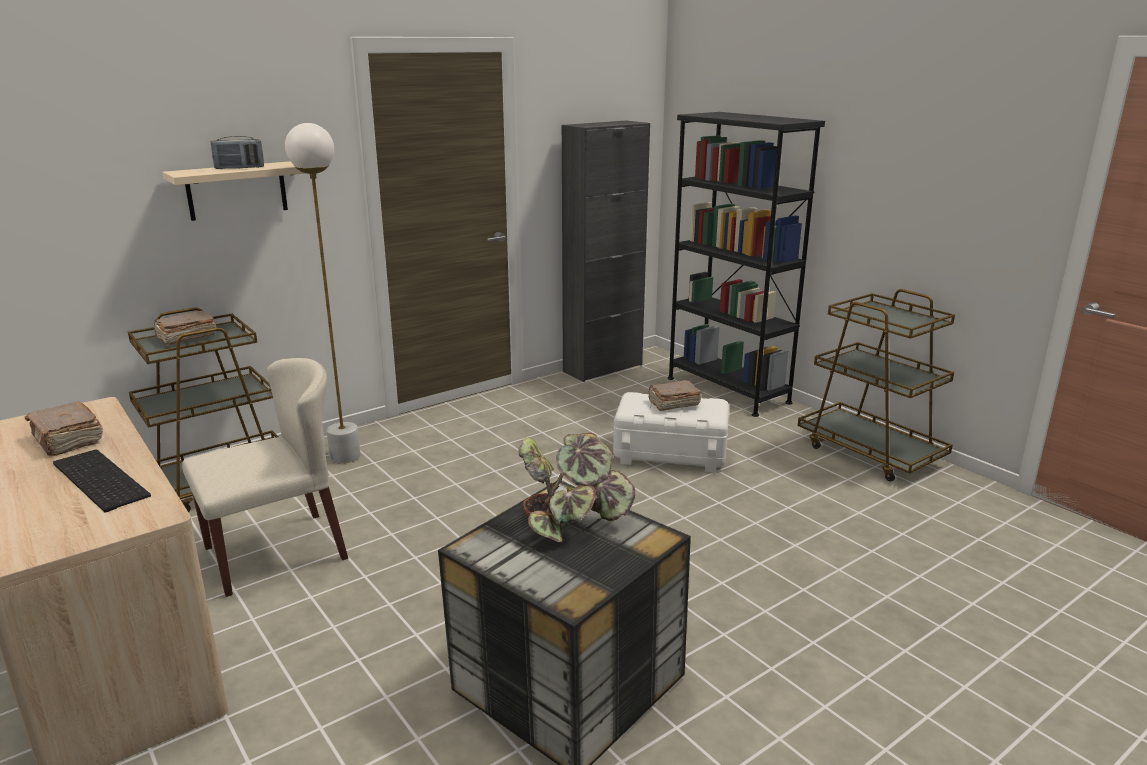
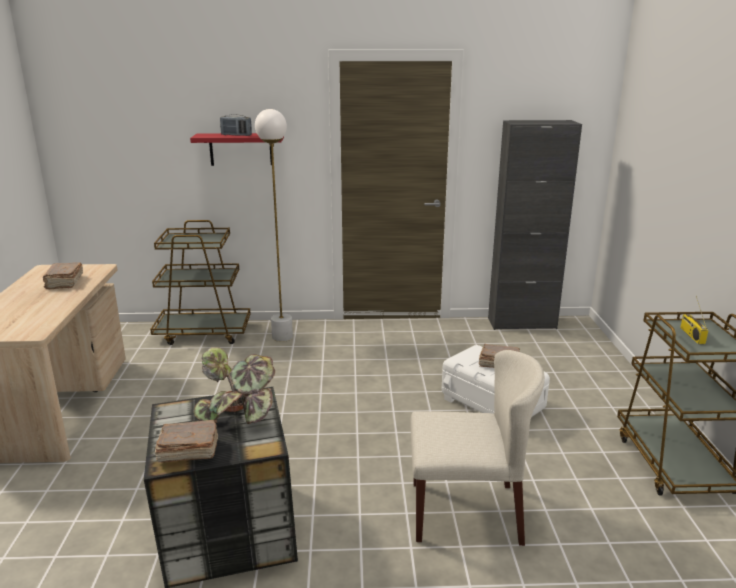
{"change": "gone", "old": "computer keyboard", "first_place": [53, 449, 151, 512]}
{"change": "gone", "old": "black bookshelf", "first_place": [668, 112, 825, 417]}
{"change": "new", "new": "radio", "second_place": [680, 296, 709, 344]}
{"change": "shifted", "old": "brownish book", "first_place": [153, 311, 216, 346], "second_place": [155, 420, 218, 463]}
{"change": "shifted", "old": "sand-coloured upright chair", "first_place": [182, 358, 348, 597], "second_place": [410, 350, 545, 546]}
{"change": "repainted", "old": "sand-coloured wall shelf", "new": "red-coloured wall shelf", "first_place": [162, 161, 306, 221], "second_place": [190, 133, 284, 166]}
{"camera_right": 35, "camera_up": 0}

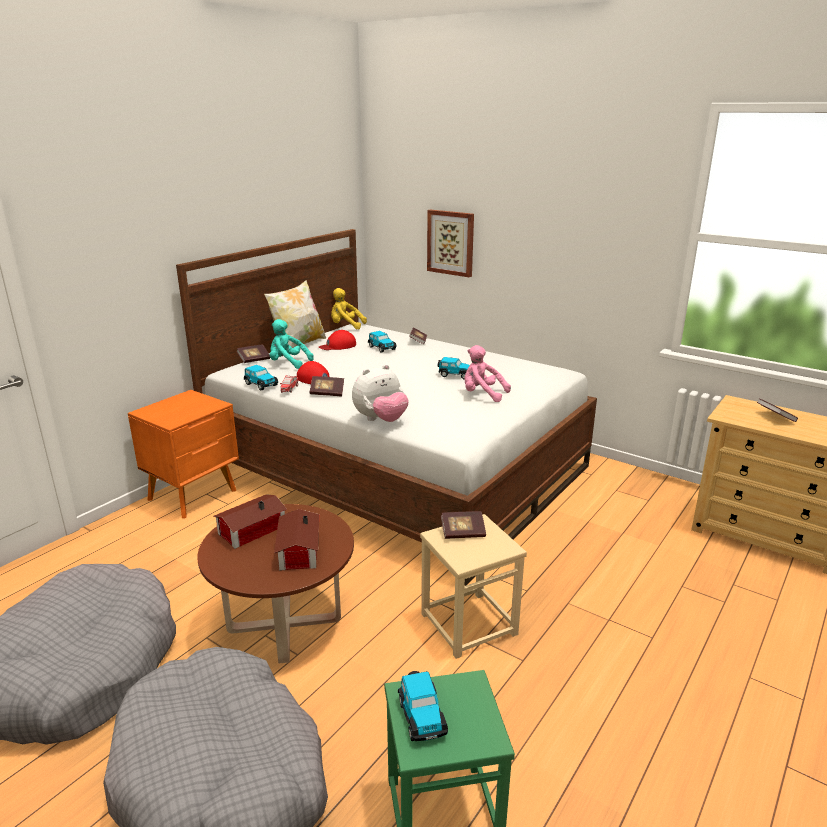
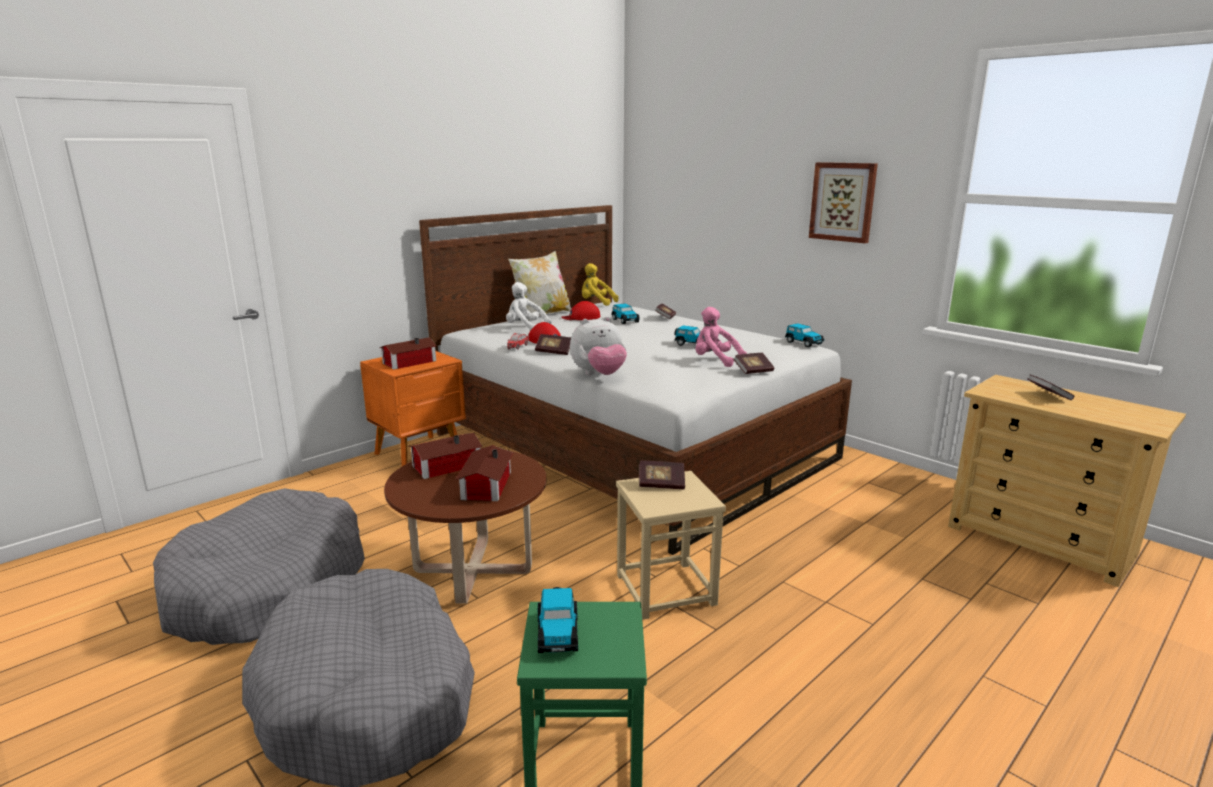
{"change": "new", "new": "miniature house", "second_place": [380, 337, 437, 370]}
{"change": "shifted", "old": "book", "first_place": [236, 344, 270, 363], "second_place": [734, 353, 775, 374]}
{"change": "shifted", "old": "toy car", "first_place": [244, 365, 278, 390], "second_place": [785, 323, 824, 347]}
{"change": "shifted", "old": "wall art", "first_place": [427, 209, 474, 277], "second_place": [809, 162, 878, 243]}
{"change": "repainted", "old": "turquoise cuddly toy", "new": "white cuddly toy", "first_place": [270, 319, 314, 369], "second_place": [506, 282, 552, 330]}
{"camera_right": 10, "camera_up": -5}

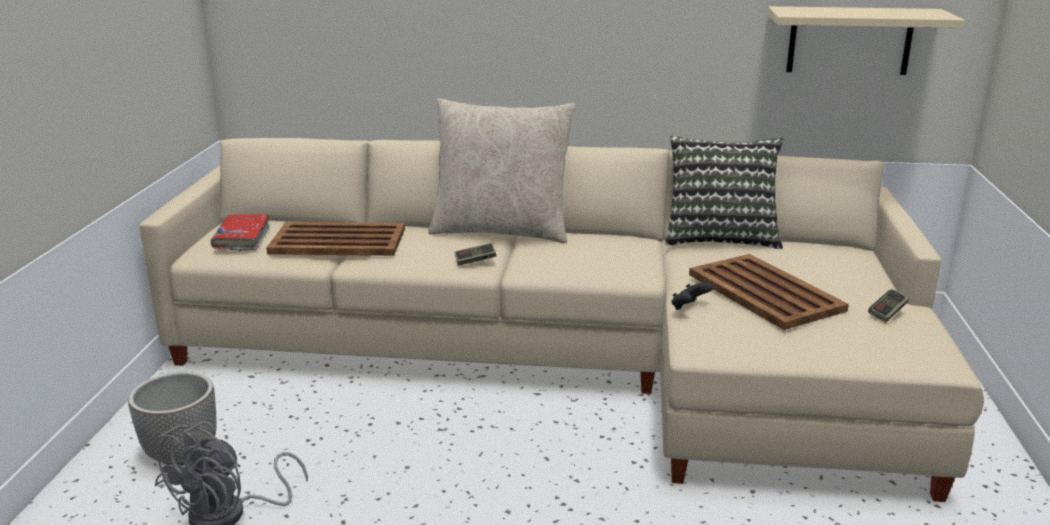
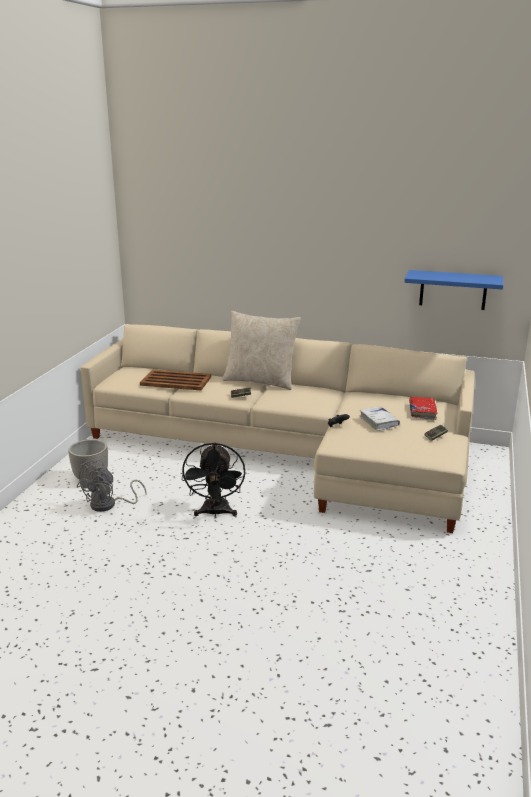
{"change": "gone", "old": "pillow", "first_place": [665, 136, 783, 249]}
{"change": "new", "new": "black electric fan", "second_place": [182, 442, 245, 518]}
{"change": "shifted", "old": "red-coloured book", "first_place": [211, 214, 270, 251], "second_place": [409, 397, 437, 420]}
{"change": "swapped", "old": "brownish serving tray", "new": "white book", "first_place": [689, 254, 849, 330], "second_place": [360, 406, 400, 431]}
{"change": "repainted", "old": "sand-coloured wall shelf", "new": "blue wall shelf", "first_place": [768, 6, 965, 75], "second_place": [404, 270, 503, 310]}
{"camera_right": 10, "camera_up": 0}

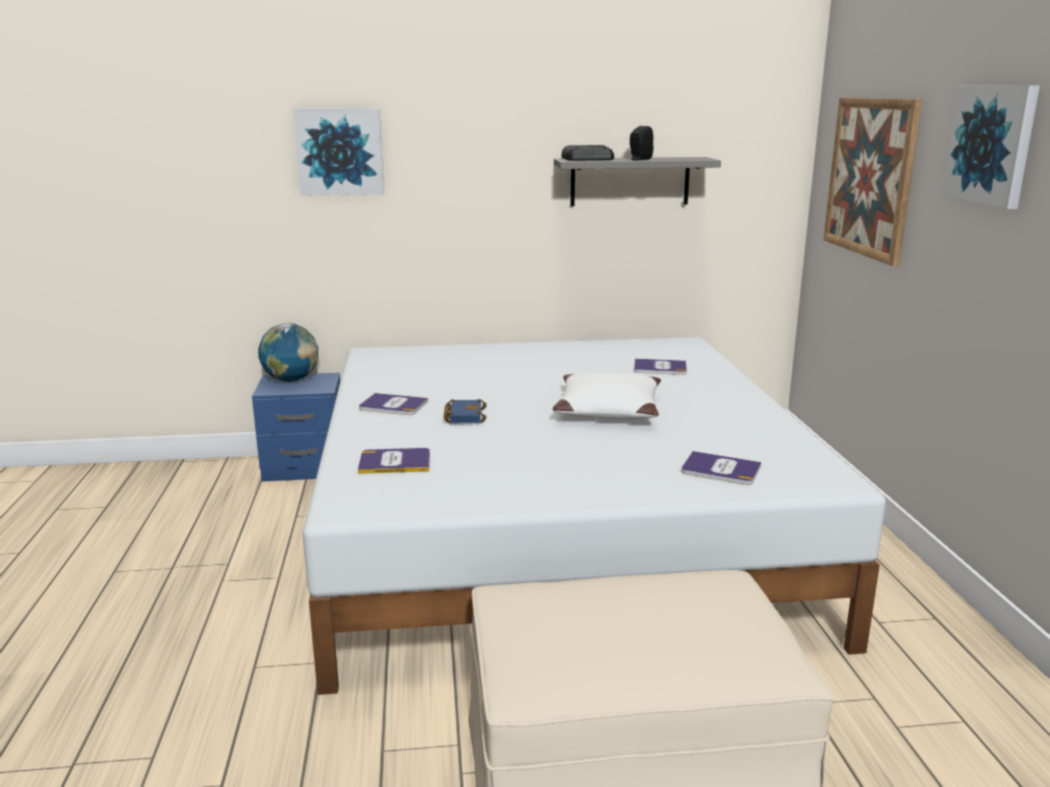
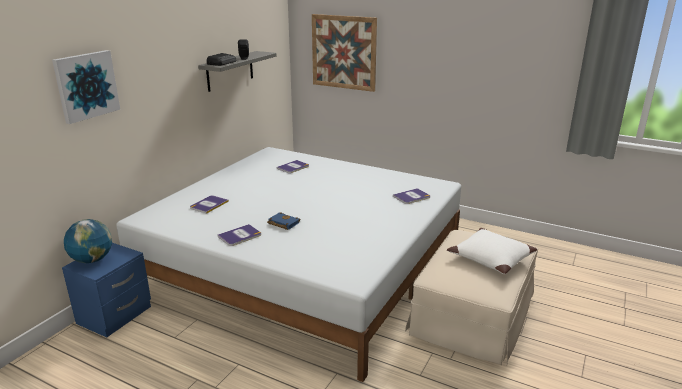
{"change": "gone", "old": "wall art", "first_place": [942, 85, 1040, 209]}
{"change": "shifted", "old": "book", "first_place": [358, 448, 430, 474], "second_place": [190, 195, 229, 214]}
{"change": "shifted", "old": "white pillow", "first_place": [553, 373, 661, 420], "second_place": [447, 228, 538, 274]}
{"camera_right": -55, "camera_up": 5}

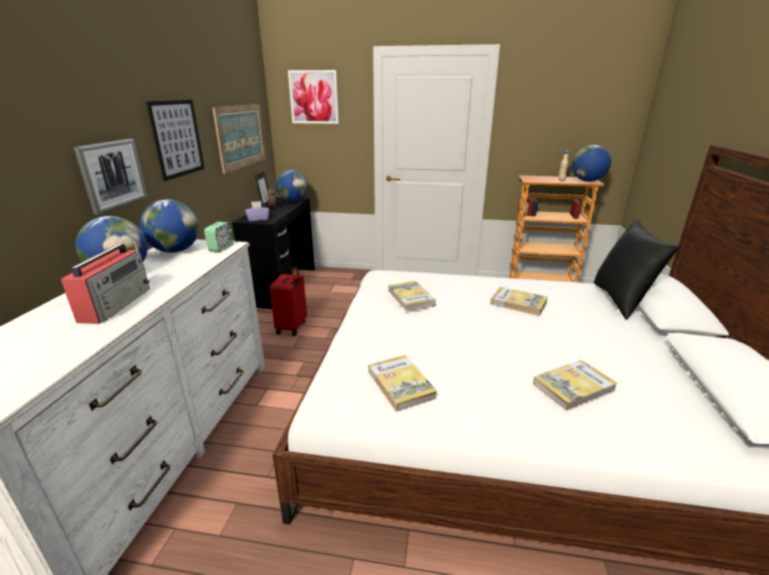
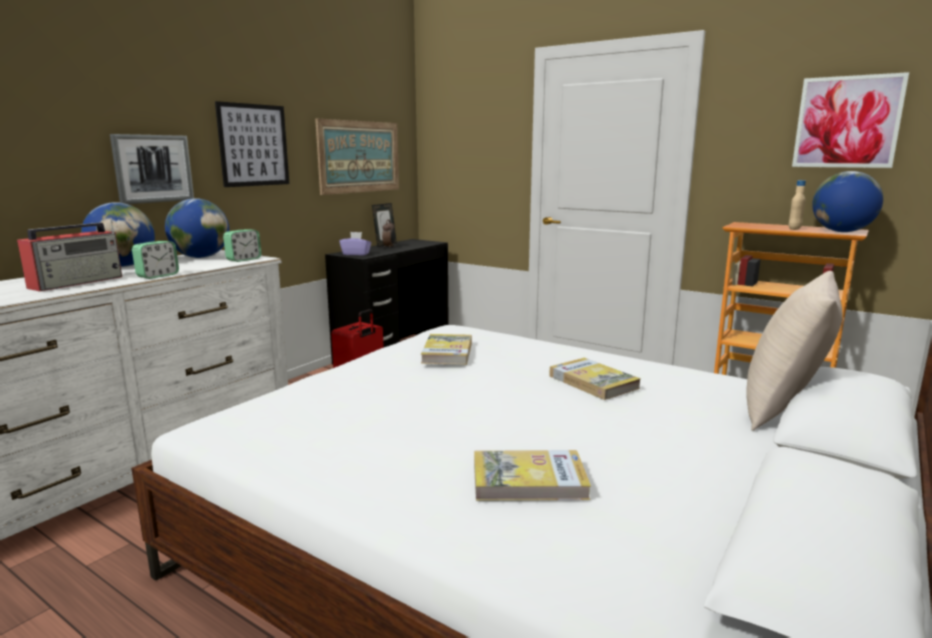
{"change": "gone", "old": "desk globe", "first_place": [276, 170, 308, 202]}
{"change": "gone", "old": "book", "first_place": [368, 355, 437, 412]}
{"change": "new", "new": "bedside clock", "second_place": [132, 241, 179, 279]}
{"change": "shifted", "old": "wall art", "first_place": [288, 70, 339, 124], "second_place": [792, 72, 909, 168]}
{"change": "repainted", "old": "black pillow", "new": "sand-coloured pillow", "first_place": [594, 219, 680, 320], "second_place": [746, 271, 843, 431]}
{"camera_right": 25, "camera_up": -10}

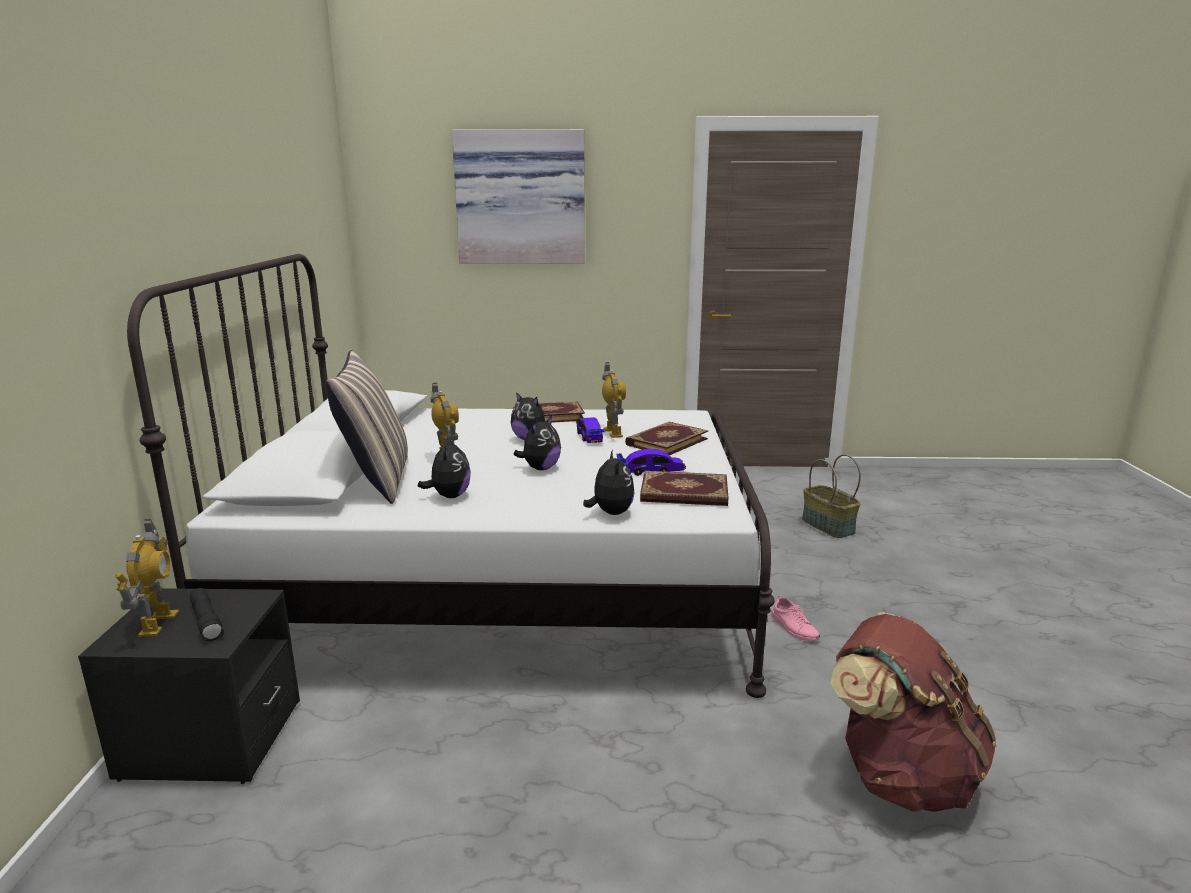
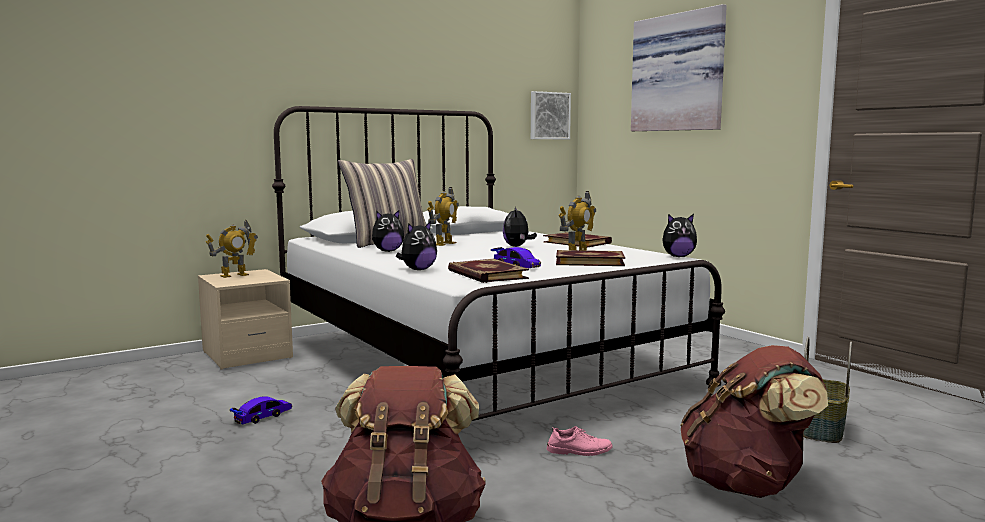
{"change": "gone", "old": "black flashlight", "first_place": [190, 588, 224, 641]}
{"change": "new", "new": "wall art", "second_place": [531, 91, 571, 139]}
{"change": "new", "new": "brownish knapsack", "second_place": [680, 345, 828, 498]}
{"change": "shifted", "old": "cuddly toy", "first_place": [513, 415, 561, 470], "second_place": [662, 214, 697, 257]}
{"change": "shifted", "old": "toy car", "first_place": [576, 417, 604, 443], "second_place": [230, 396, 292, 424]}
{"change": "repainted", "old": "black nightstand", "new": "sand-coloured nightstand", "first_place": [78, 588, 300, 784], "second_place": [198, 269, 293, 369]}
{"change": "rotated", "old": "pink low shoe", "first_place": [771, 595, 820, 641], "second_place": [547, 426, 613, 456], "degrees": -120}
{"camera_right": 55, "camera_up": -10}

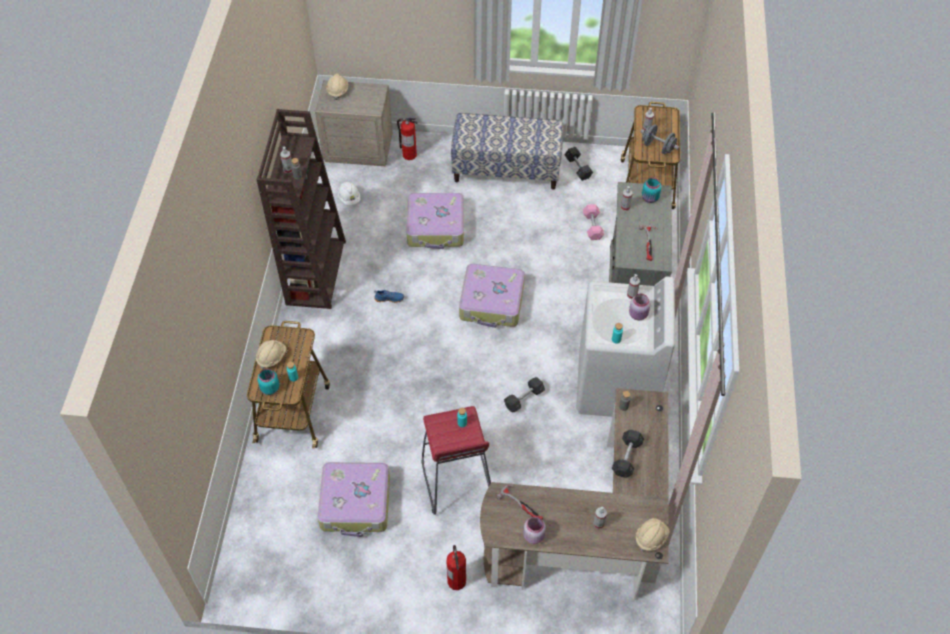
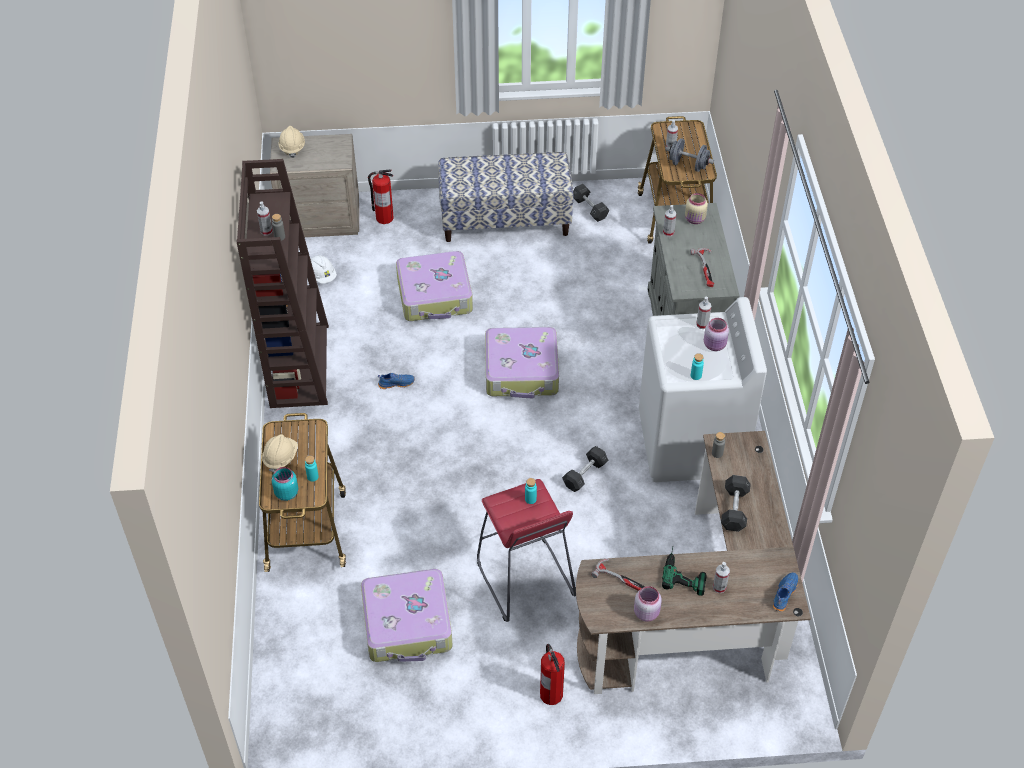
{"change": "gone", "old": "pink free weight", "first_place": [583, 204, 604, 240]}
{"change": "new", "new": "electric drill", "second_place": [662, 547, 707, 596]}
{"change": "swapped", "old": "sand-coloured work helmet", "new": "blue low shoe", "first_place": [636, 518, 670, 552], "second_place": [773, 572, 798, 611]}
{"change": "repainted", "old": "turquoise preserve jar", "new": "sand-coloured preserve jar", "first_place": [642, 177, 661, 203], "second_place": [685, 193, 708, 224]}
{"camera_right": -10, "camera_up": -5}

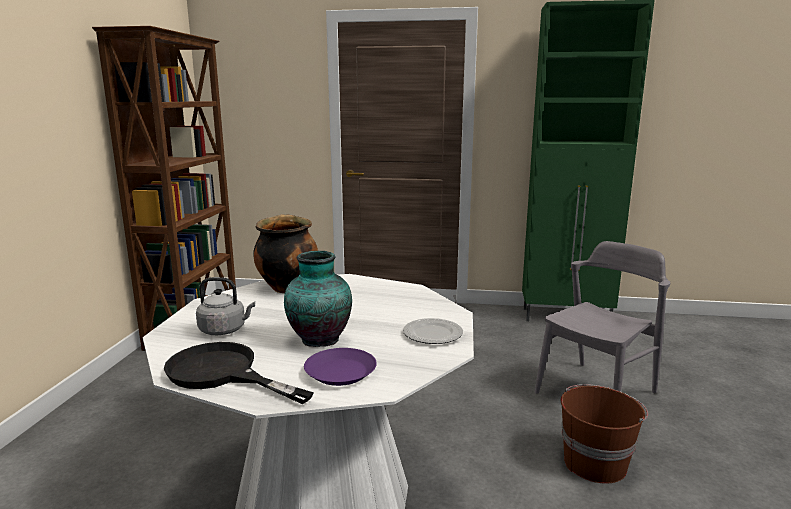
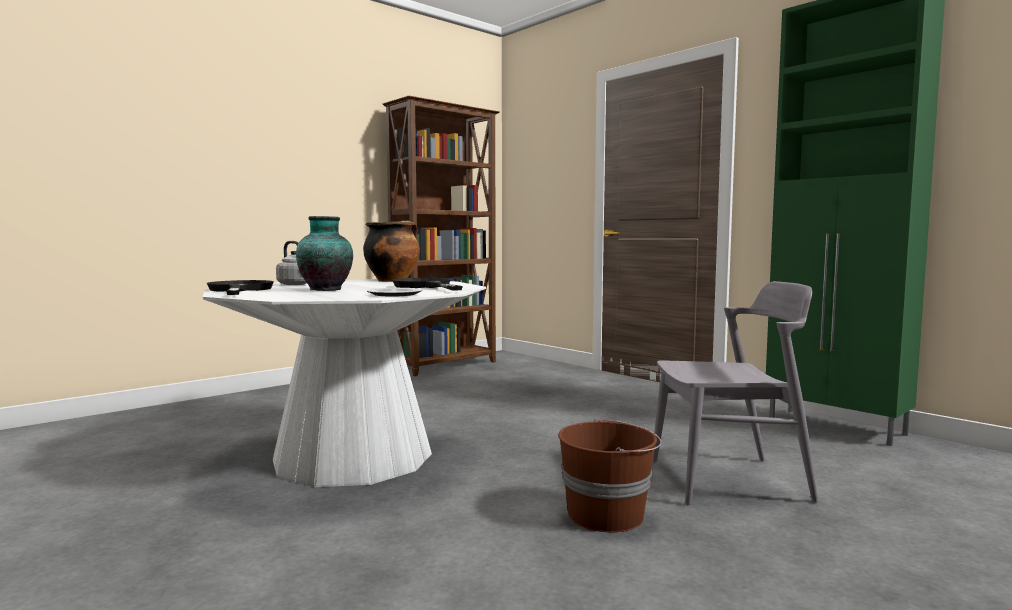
{"change": "gone", "old": "purplish plate", "first_place": [304, 348, 377, 386]}
{"change": "new", "new": "black pan", "second_place": [392, 278, 463, 291]}
{"camera_right": 40, "camera_up": -10}

